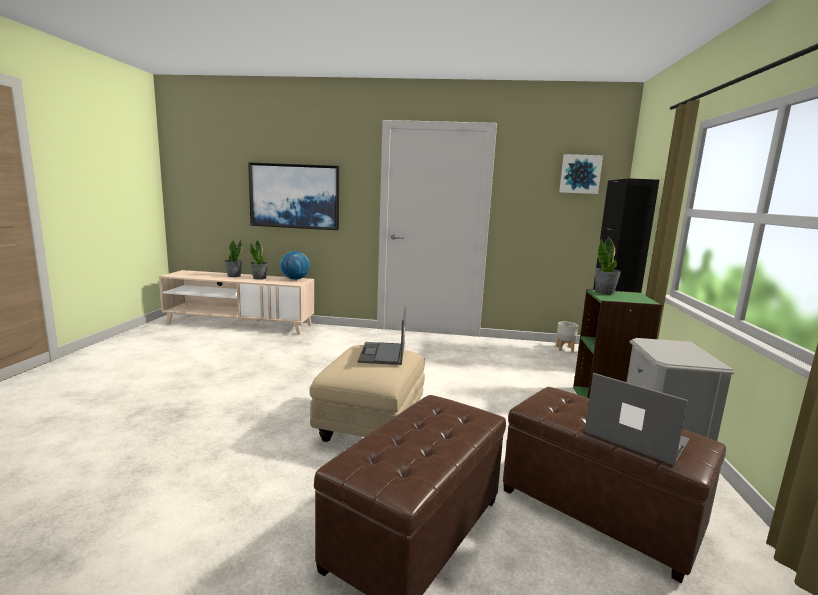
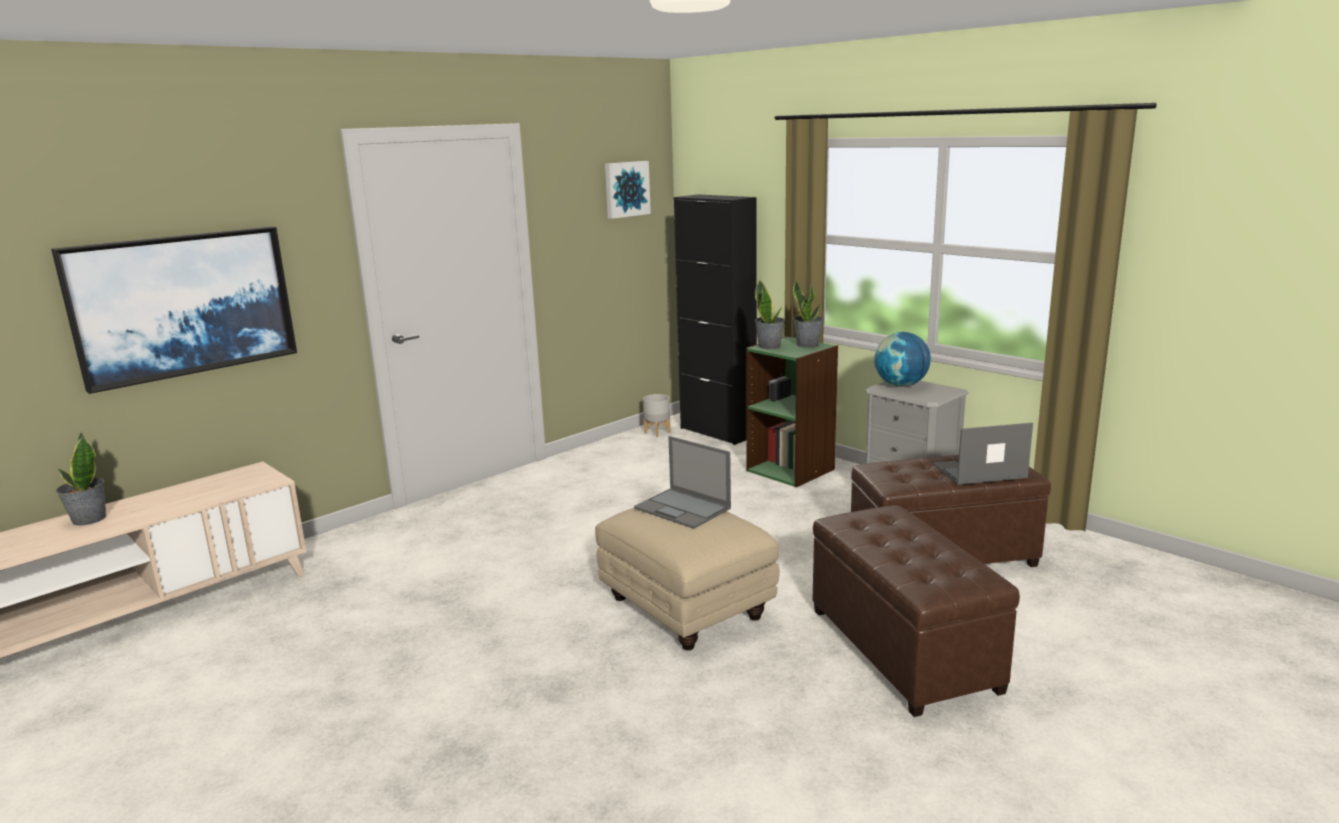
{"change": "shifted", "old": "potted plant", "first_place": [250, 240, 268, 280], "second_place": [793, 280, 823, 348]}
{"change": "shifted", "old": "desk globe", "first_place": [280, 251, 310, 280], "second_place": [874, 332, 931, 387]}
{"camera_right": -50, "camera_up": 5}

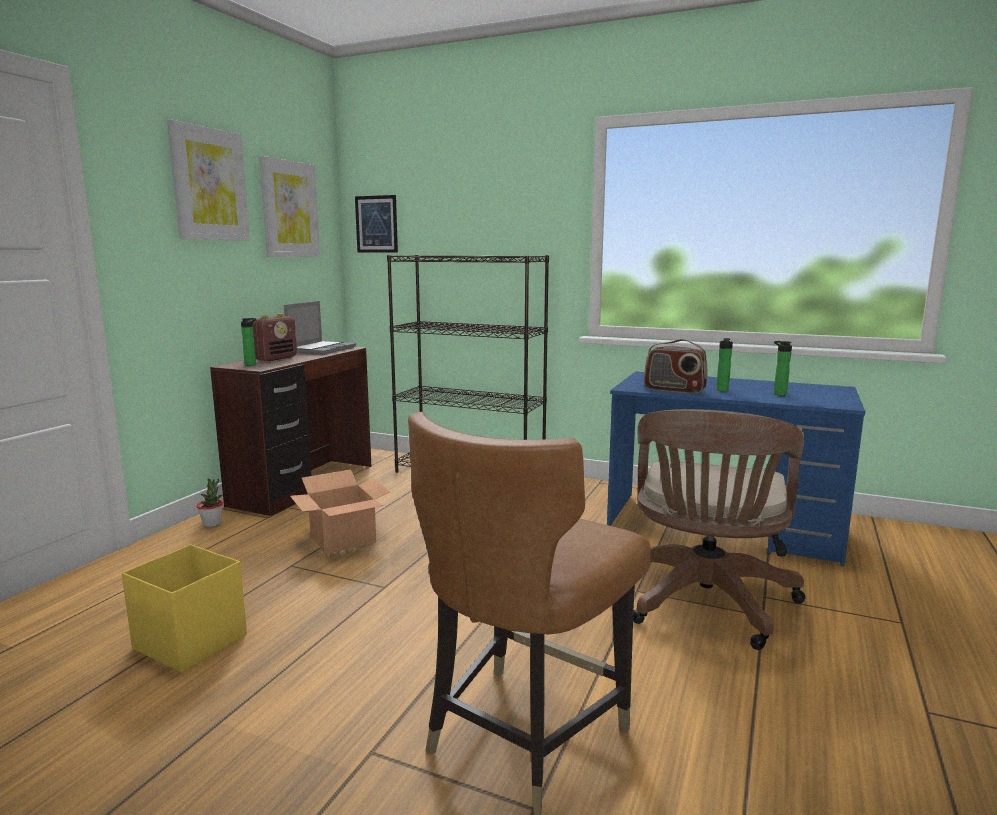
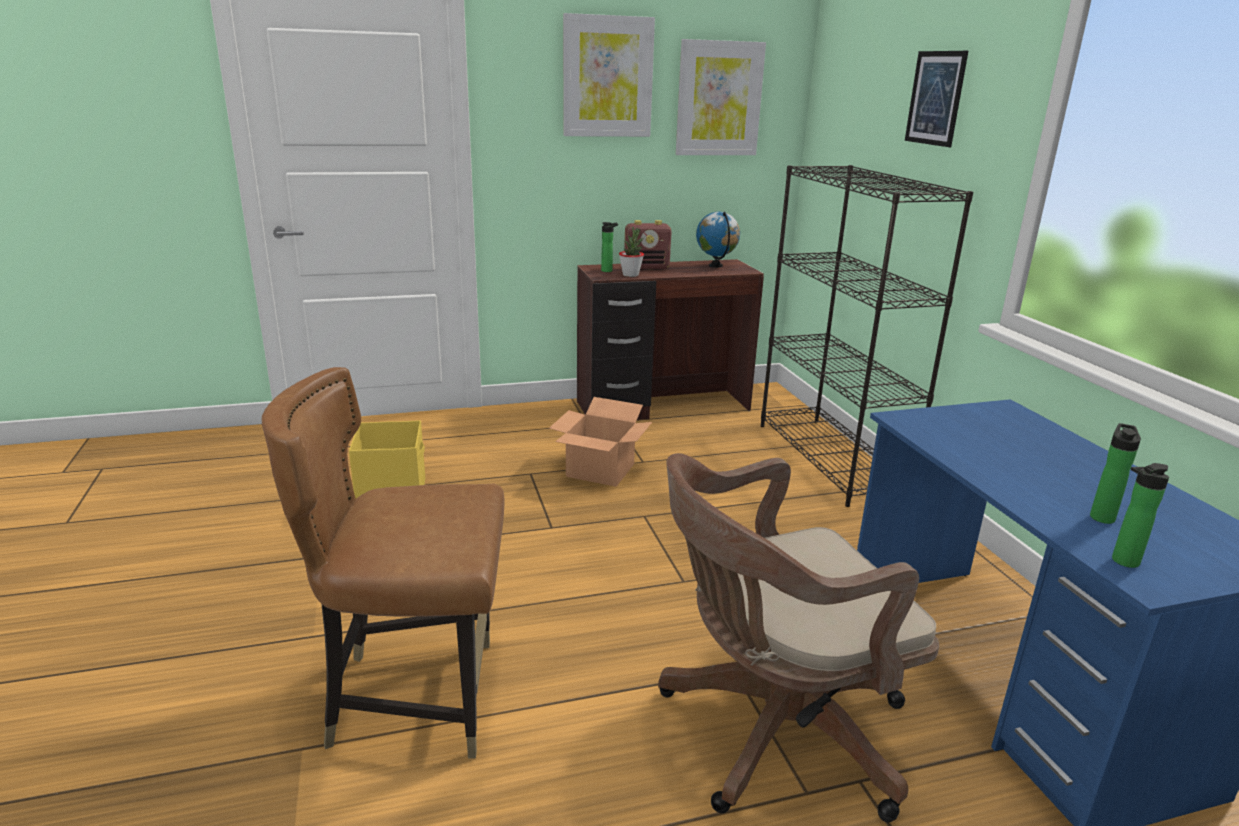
{"change": "gone", "old": "radio", "first_place": [644, 339, 708, 394]}
{"change": "shifted", "old": "potted plant", "first_place": [196, 479, 223, 527], "second_place": [619, 226, 644, 277]}
{"change": "shifted", "old": "wall art", "first_place": [355, 195, 398, 253], "second_place": [905, 51, 968, 147]}
{"change": "shifted", "old": "drink bottle", "first_place": [716, 338, 733, 392], "second_place": [1112, 463, 1169, 568]}
{"change": "swapped", "old": "laptop", "new": "desk globe", "first_place": [284, 301, 356, 355], "second_place": [696, 212, 740, 268]}
{"camera_right": 50, "camera_up": 10}

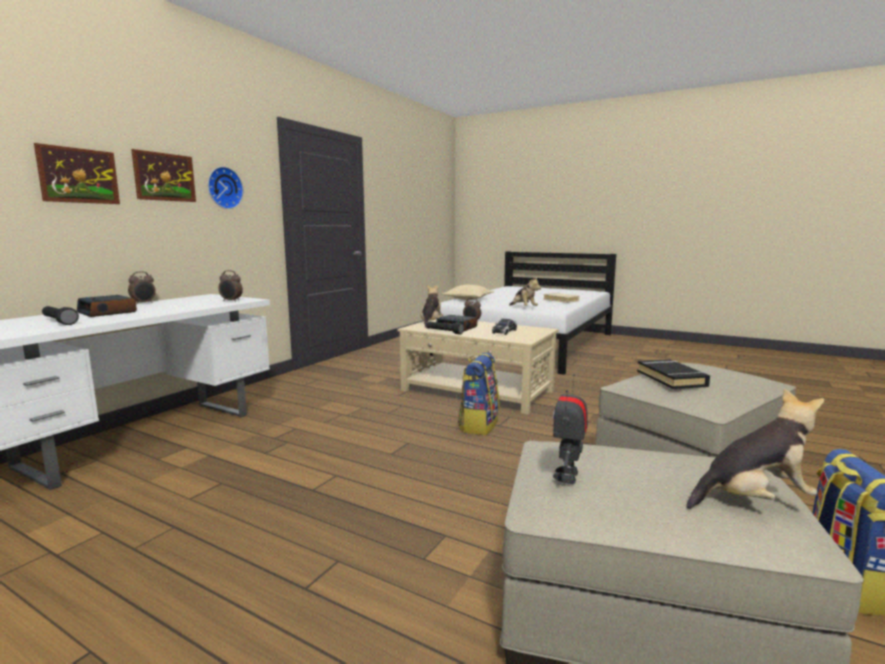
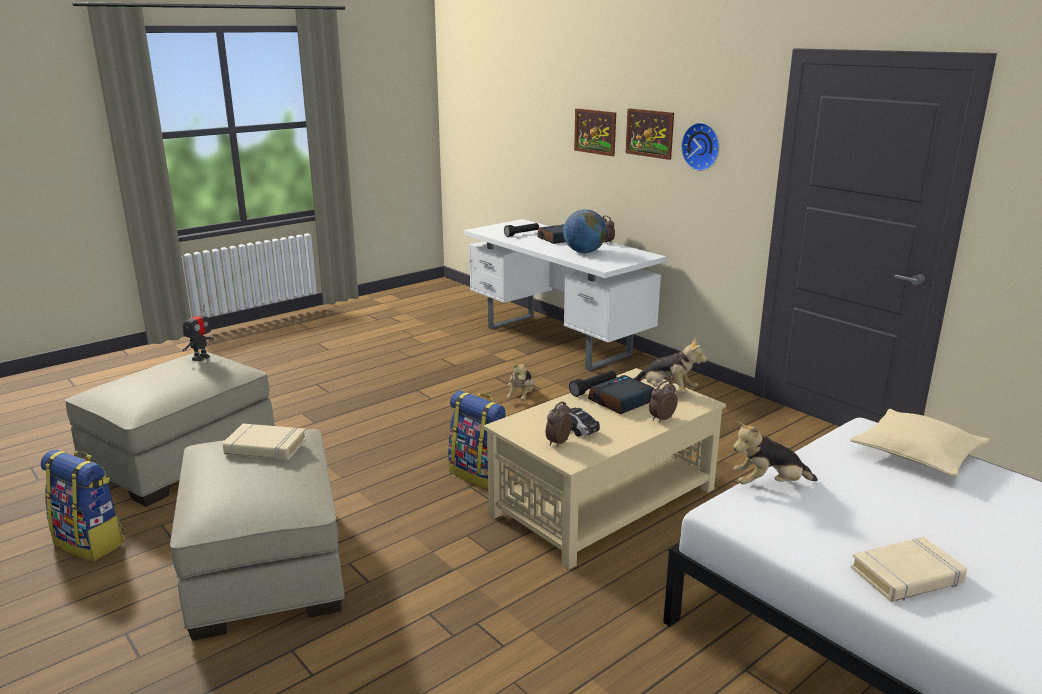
{"change": "new", "new": "desk globe", "second_place": [563, 209, 607, 253]}
{"change": "shifted", "old": "bedside clock", "first_place": [219, 270, 243, 302], "second_place": [546, 401, 572, 447]}
{"change": "shifted", "old": "cuddly toy", "first_place": [686, 388, 824, 509], "second_place": [507, 361, 535, 401]}
{"change": "repainted", "old": "black book", "new": "sand-coloured book", "first_place": [637, 359, 710, 389], "second_place": [222, 424, 306, 461]}
{"change": "rotated", "old": "toy robot", "first_place": [553, 374, 588, 484], "second_place": [182, 306, 214, 361], "degrees": 75}
{"camera_right": 110, "camera_up": 10}

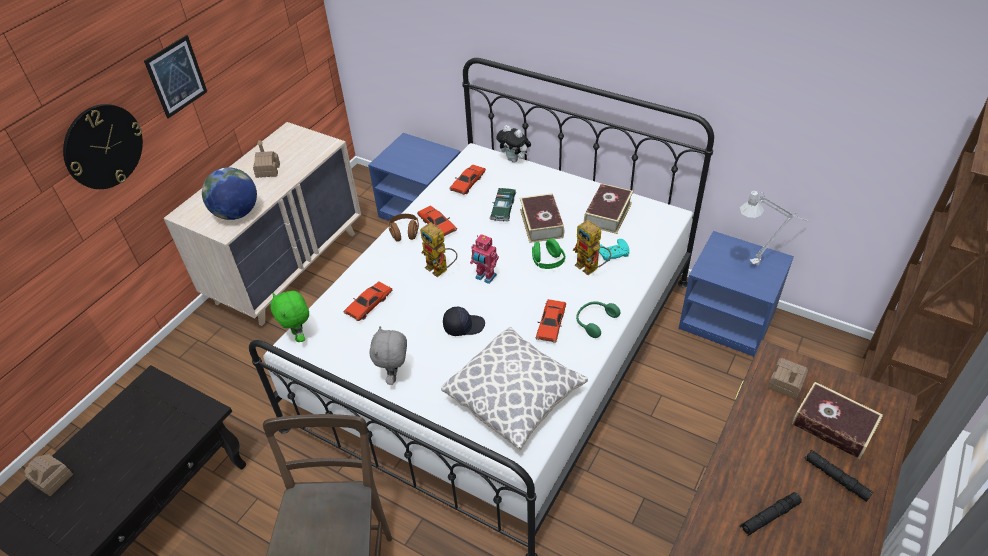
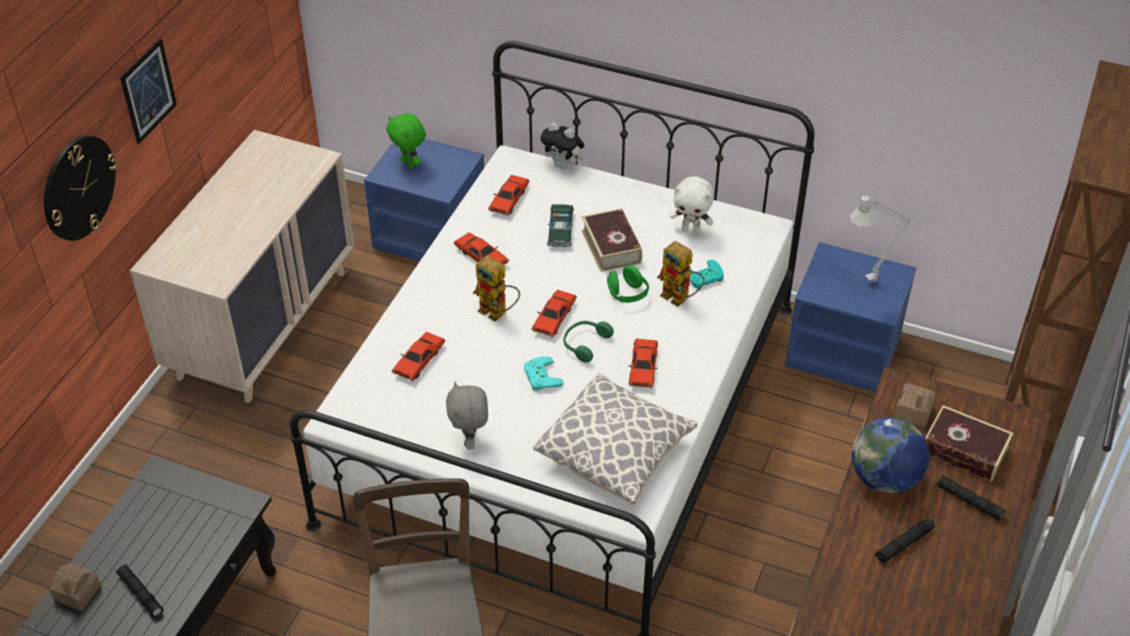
{"change": "gone", "old": "miniature house", "first_place": [253, 140, 280, 178]}
{"change": "gone", "old": "brownish headset", "first_place": [388, 214, 419, 242]}
{"change": "new", "new": "black flashlight", "second_place": [116, 565, 163, 617]}
{"change": "shifted", "old": "desk globe", "first_place": [202, 167, 257, 220], "second_place": [852, 417, 930, 494]}
{"change": "shifted", "old": "green cuddly toy", "first_place": [270, 291, 309, 342], "second_place": [387, 113, 426, 168]}
{"change": "shifted", "old": "green headset", "first_place": [576, 301, 620, 338], "second_place": [563, 321, 614, 363]}
{"change": "swapped", "old": "black peaked cap", "new": "turquoise game controller", "first_place": [443, 307, 485, 336], "second_place": [524, 356, 564, 391]}
{"change": "swapped", "old": "toy robot", "new": "red-coloured toy car", "first_place": [470, 234, 499, 284], "second_place": [531, 290, 577, 337]}
{"change": "swapped", "old": "book", "new": "white cuddly toy", "first_place": [584, 183, 633, 234], "second_place": [670, 176, 714, 233]}
{"camera_right": -10, "camera_up": 0}

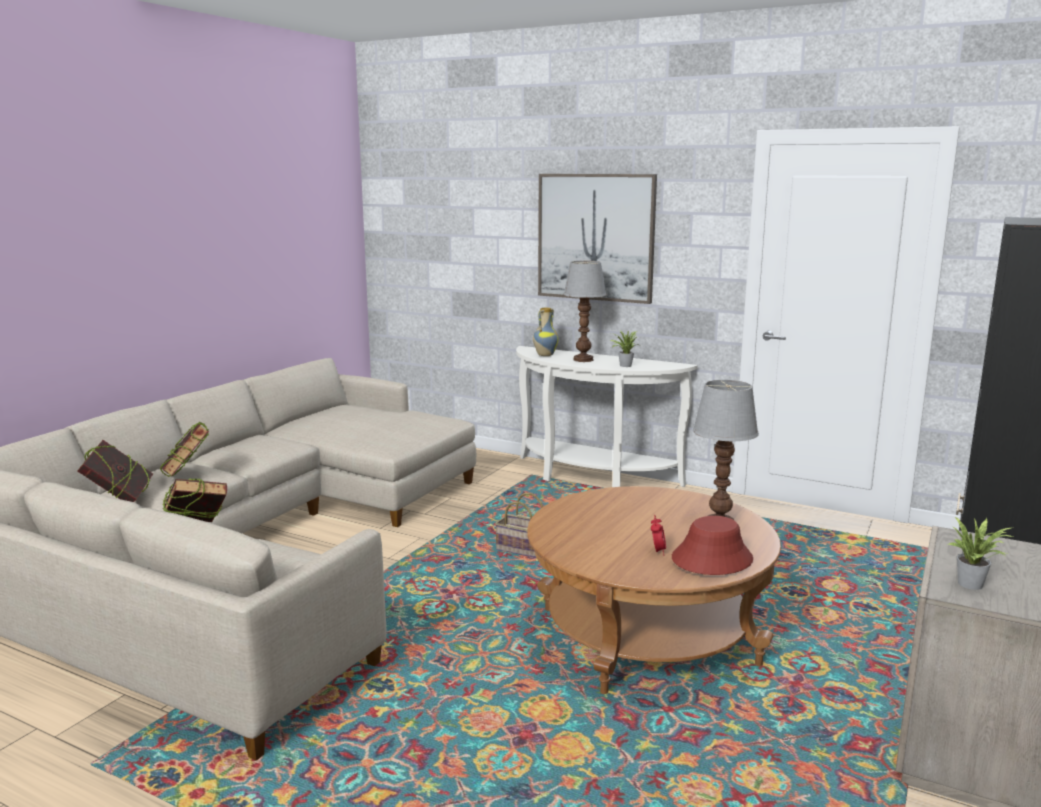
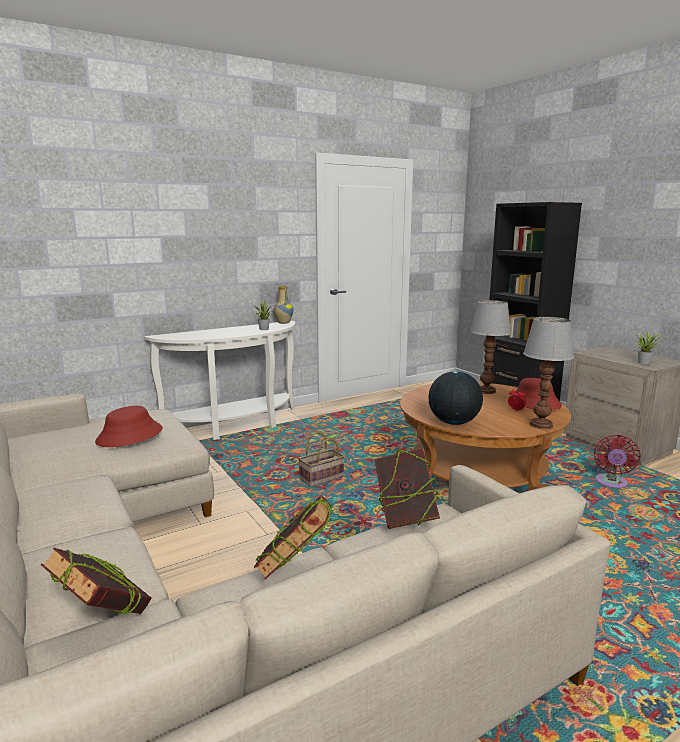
{"change": "gone", "old": "wall art", "first_place": [538, 174, 657, 304]}
{"change": "new", "new": "red-coloured clothing hat", "second_place": [95, 406, 163, 447]}
{"change": "new", "new": "desk globe", "second_place": [429, 371, 483, 425]}
{"change": "new", "new": "red-coloured electric fan", "second_place": [594, 435, 640, 488]}
{"change": "shifted", "old": "book", "first_place": [160, 422, 209, 477], "second_place": [375, 448, 440, 529]}
{"change": "shifted", "old": "flower vase", "first_place": [533, 308, 559, 356], "second_place": [274, 286, 294, 324]}
{"change": "shifted", "old": "lamp for a table", "first_place": [563, 261, 607, 362], "second_place": [523, 317, 575, 429]}
{"camera_right": -60, "camera_up": 0}

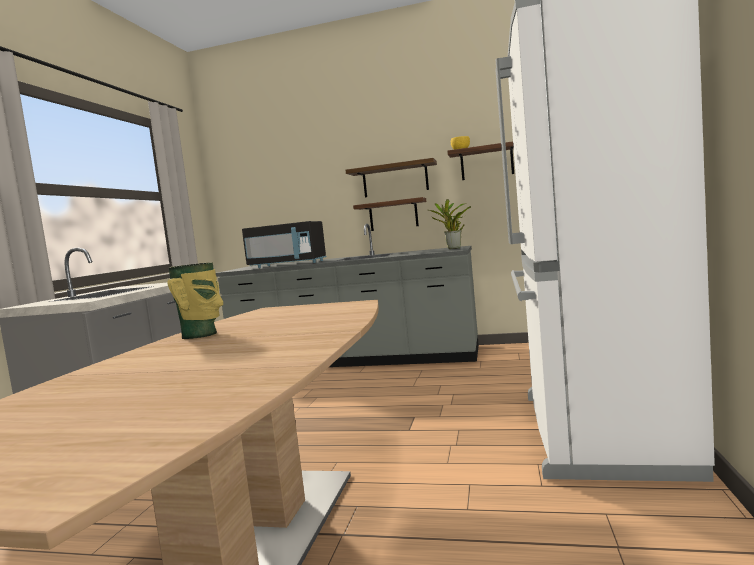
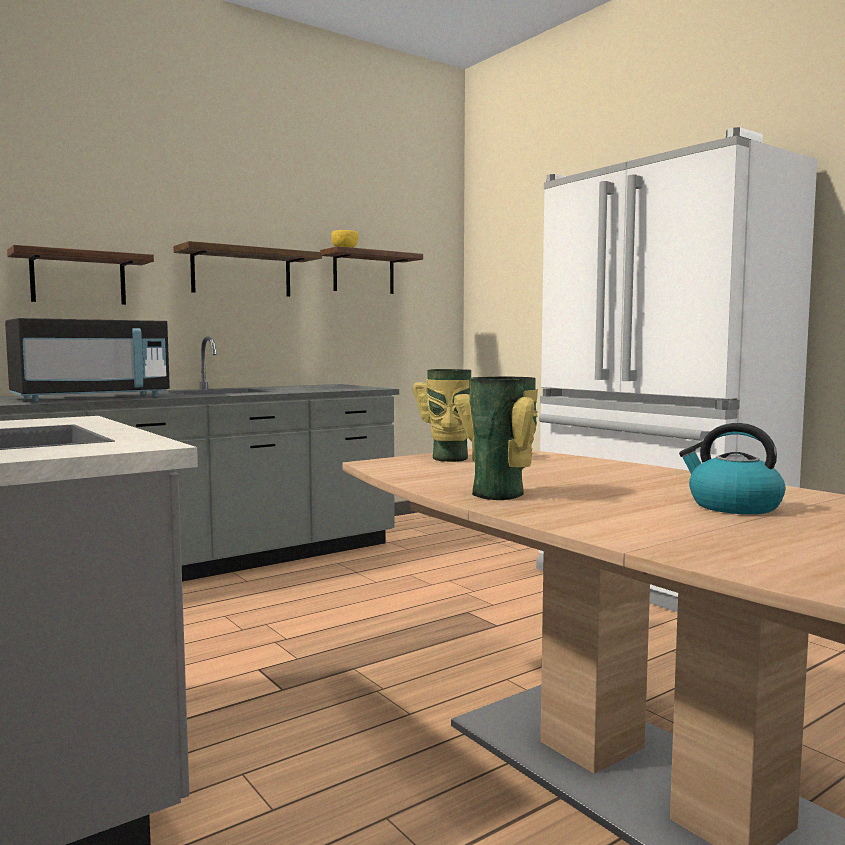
{"change": "gone", "old": "potted plant", "first_place": [429, 199, 471, 249]}
{"change": "new", "new": "flower vase", "second_place": [413, 369, 471, 462]}
{"change": "new", "new": "tea kettle", "second_place": [679, 423, 785, 514]}
{"change": "shifted", "old": "wall shelf", "first_place": [353, 197, 426, 231], "second_place": [7, 245, 154, 305]}
{"camera_right": -50, "camera_up": 0}

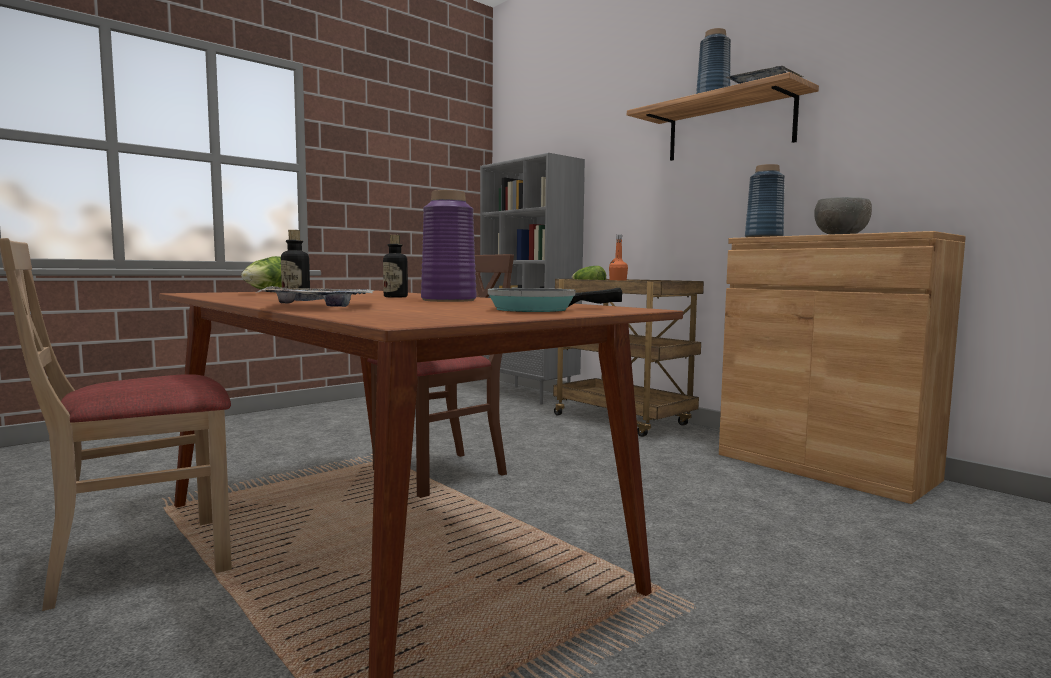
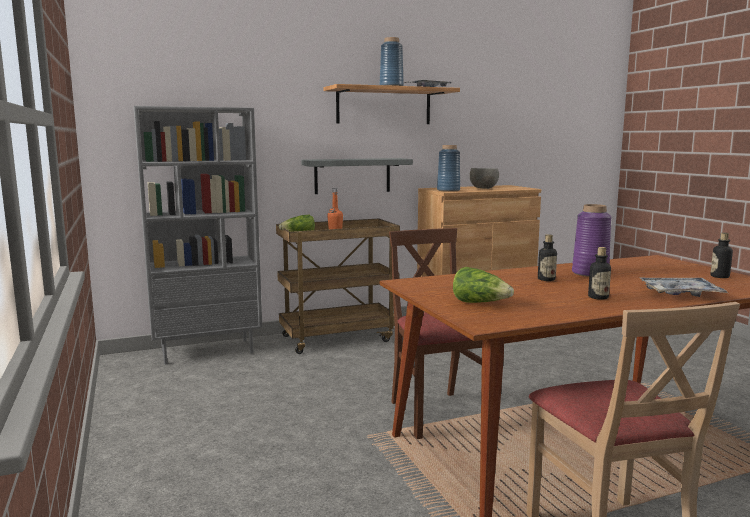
{"change": "gone", "old": "pan", "first_place": [488, 288, 622, 312]}
{"change": "new", "new": "gray wall shelf", "second_place": [301, 158, 413, 194]}
{"change": "new", "new": "drink bottle", "second_place": [710, 232, 733, 278]}
{"camera_right": -70, "camera_up": 5}

